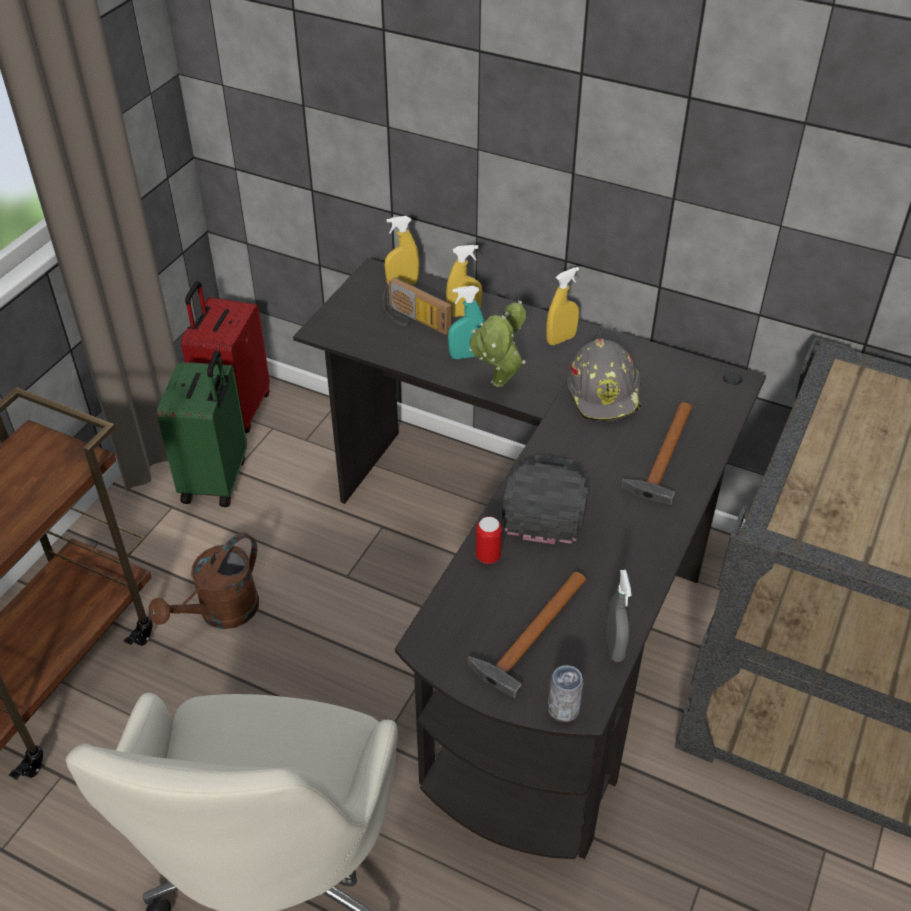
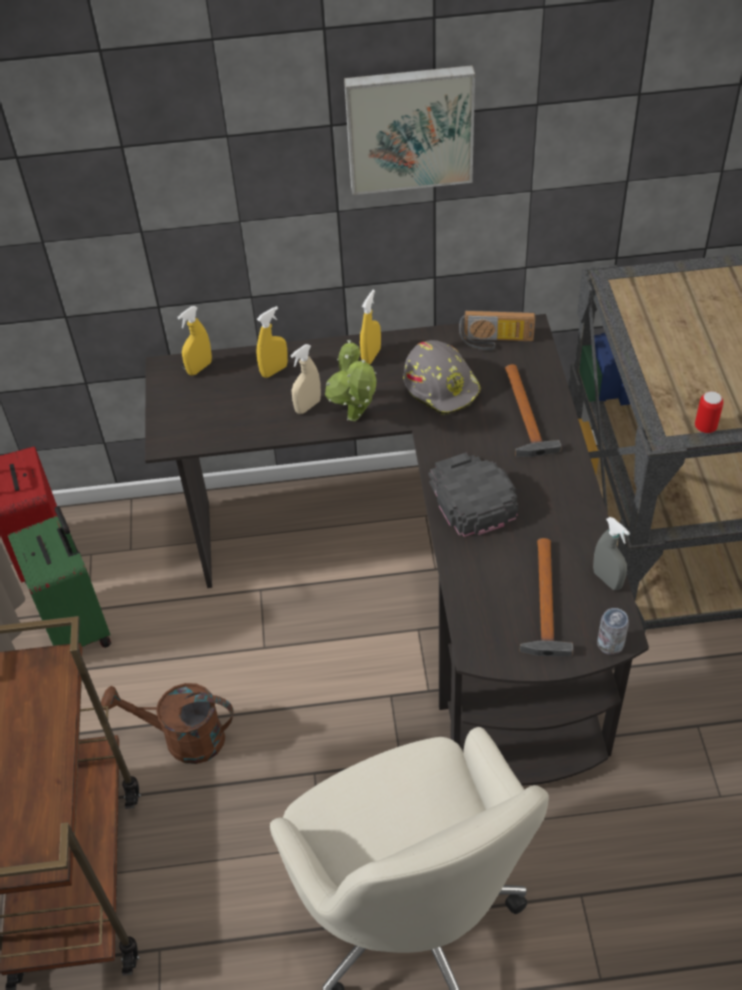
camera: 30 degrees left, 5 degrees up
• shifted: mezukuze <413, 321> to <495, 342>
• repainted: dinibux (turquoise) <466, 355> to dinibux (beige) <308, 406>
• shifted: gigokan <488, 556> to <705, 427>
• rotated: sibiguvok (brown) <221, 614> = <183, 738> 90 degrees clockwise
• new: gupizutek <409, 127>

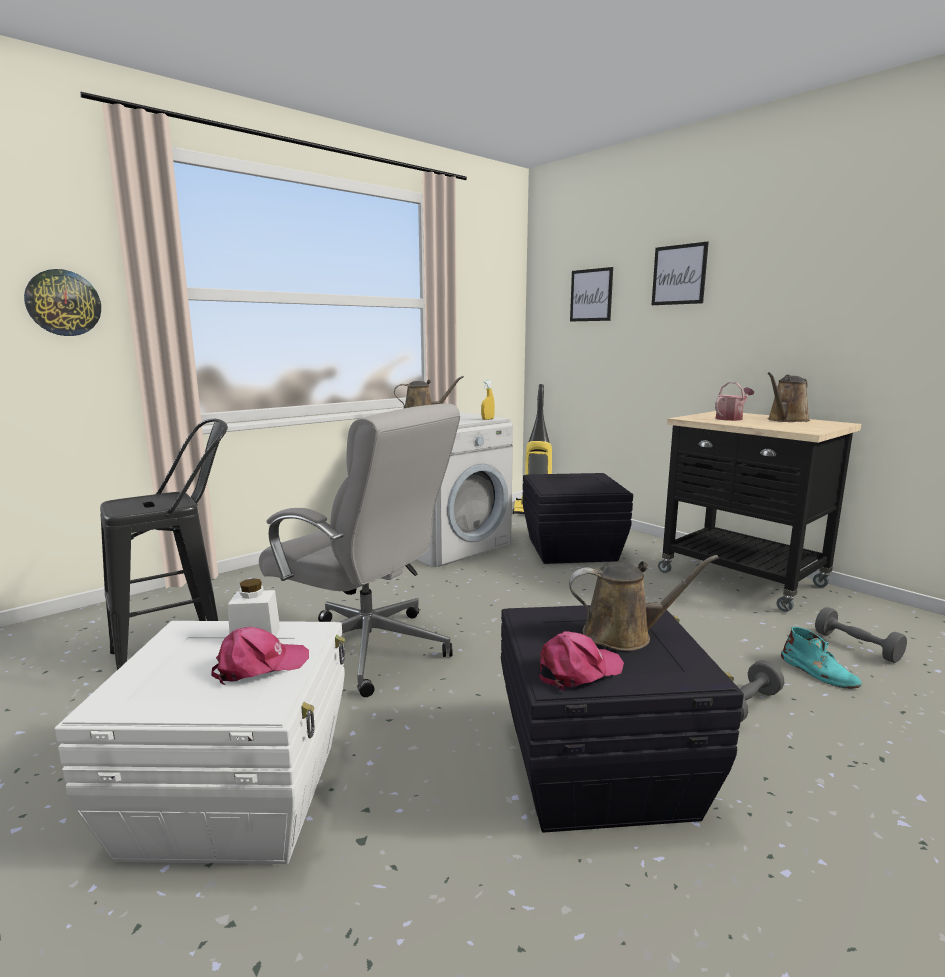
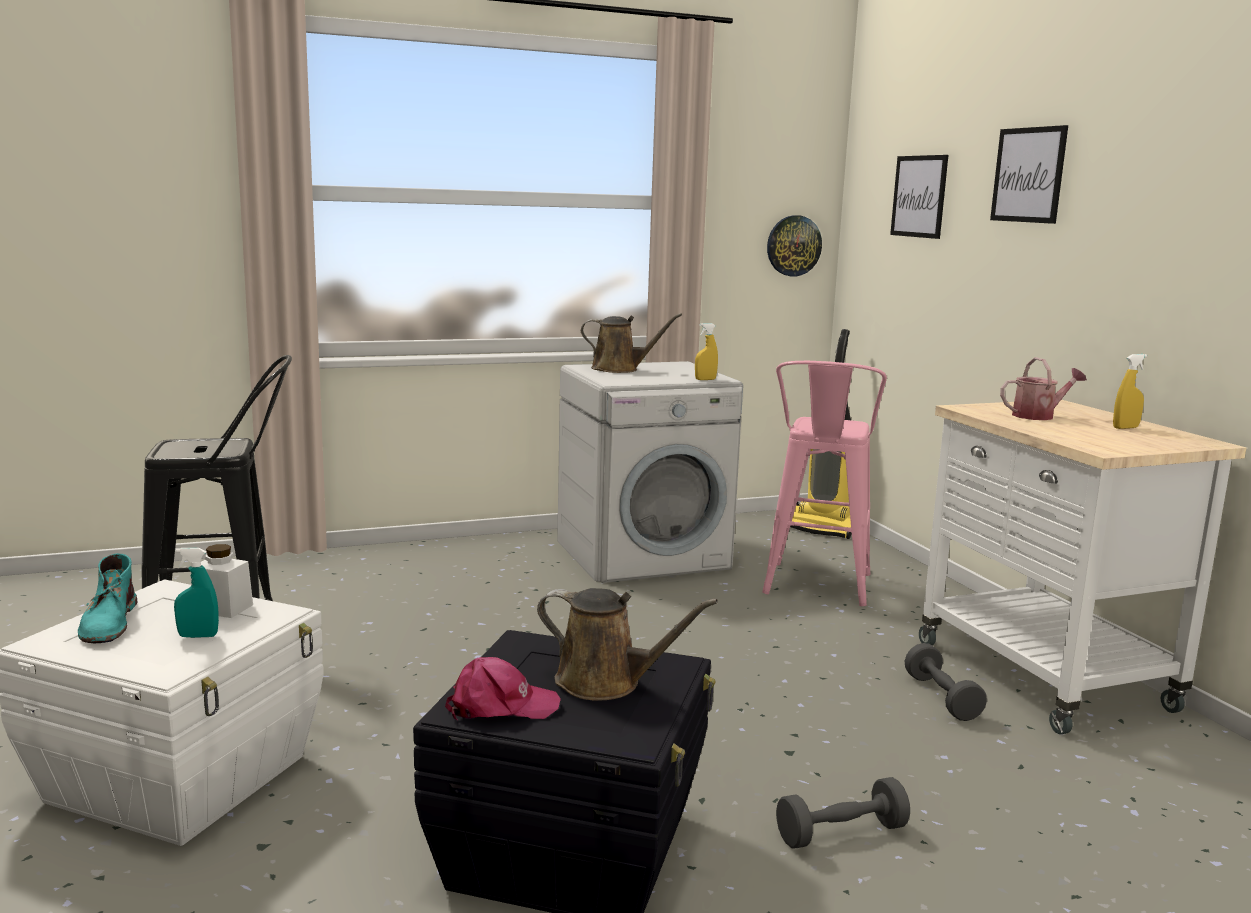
camera: 20 degrees right, 0 degrees up
• shifted: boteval <63, 303> to <793, 245>
• swapped: sibiguvok (brown) <786, 420> to dinibux (yellow) <1125, 428>
• gone: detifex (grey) <367, 648>
• repainted: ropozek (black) <742, 579> to ropozek (white) <1044, 677>
• swapped: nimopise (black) <570, 549> to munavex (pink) <815, 589>
• shifted: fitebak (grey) <856, 646> to <942, 698>
• swapped: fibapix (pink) <259, 665> to dinibux (turquoise) <198, 636>
• shifted: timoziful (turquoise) <819, 672> to <109, 623>

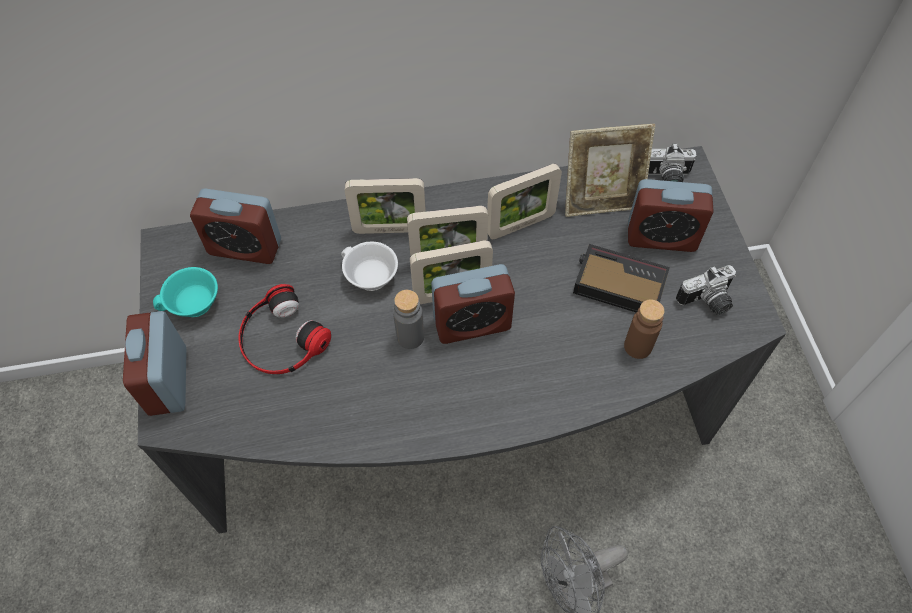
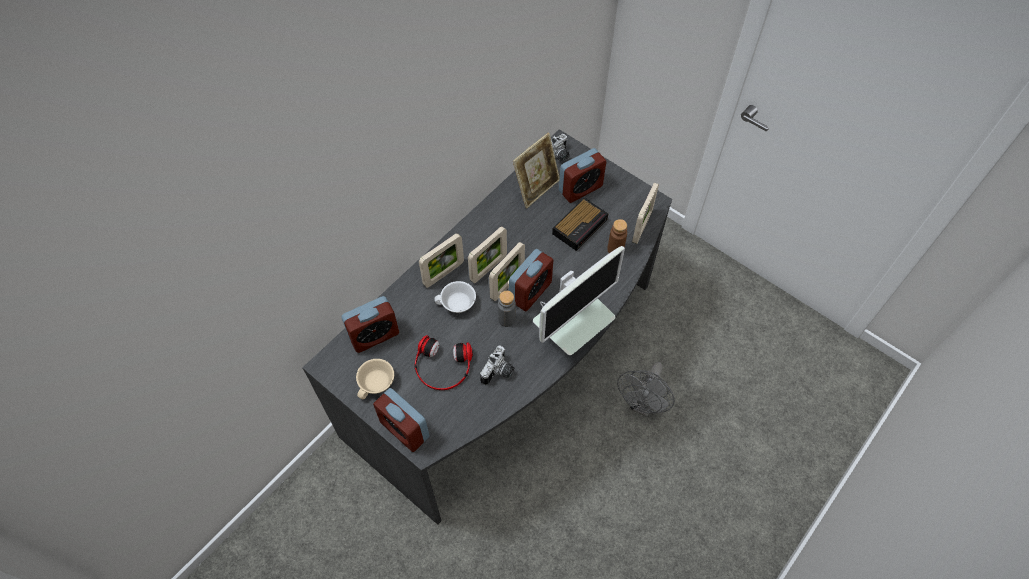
camera: 40 degrees left, 0 degrees up
• shifted: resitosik <520, 225> to <642, 227>
• rotated: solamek <617, 284> = <580, 226> 150 degrees clockwise
• shifted: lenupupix <707, 302> to <499, 372>
• repainted: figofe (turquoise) <193, 305> to figofe (beige) <377, 384>
• new: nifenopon <571, 333>

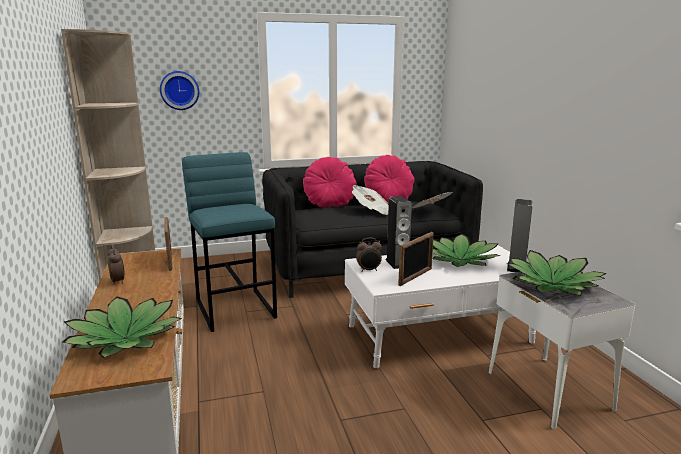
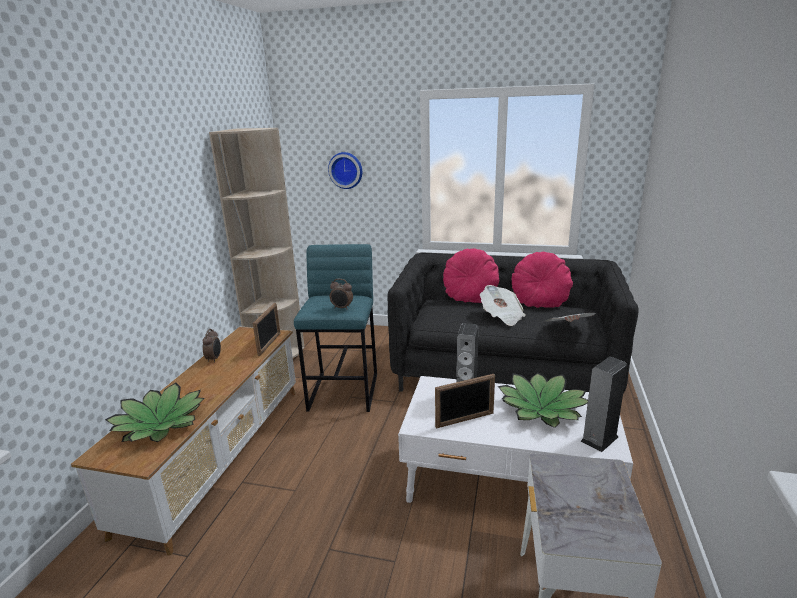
camera: 30 degrees right, 5 degrees up
• shifted: solamek <368, 270> to <342, 308>
• gone: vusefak <552, 284>

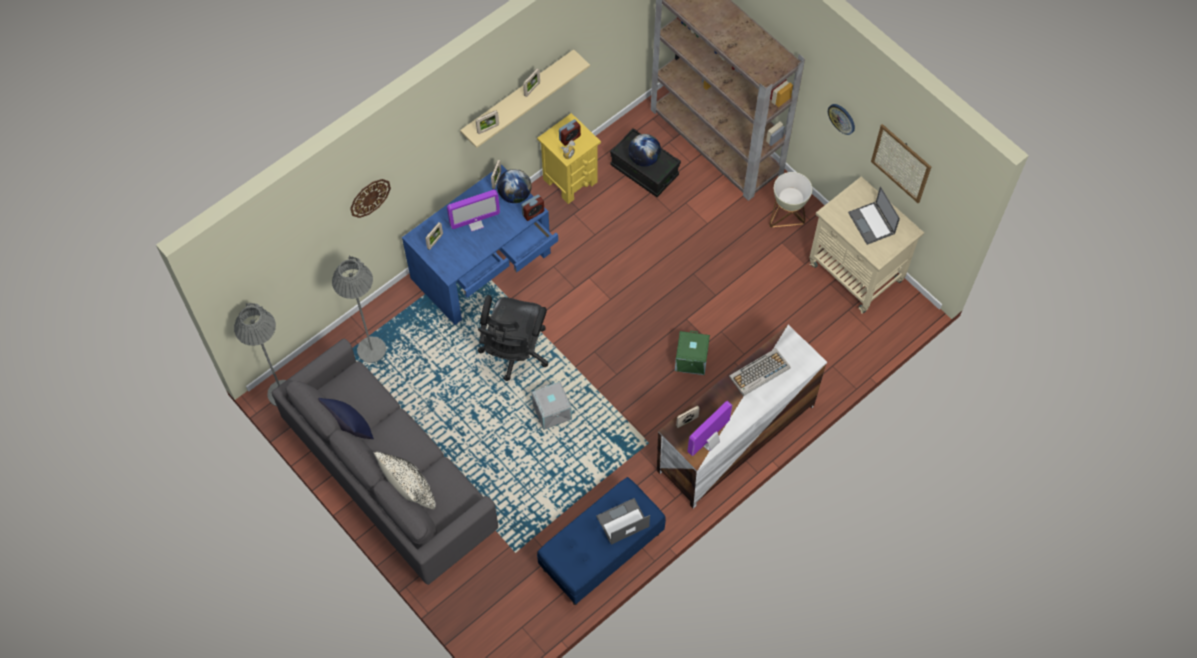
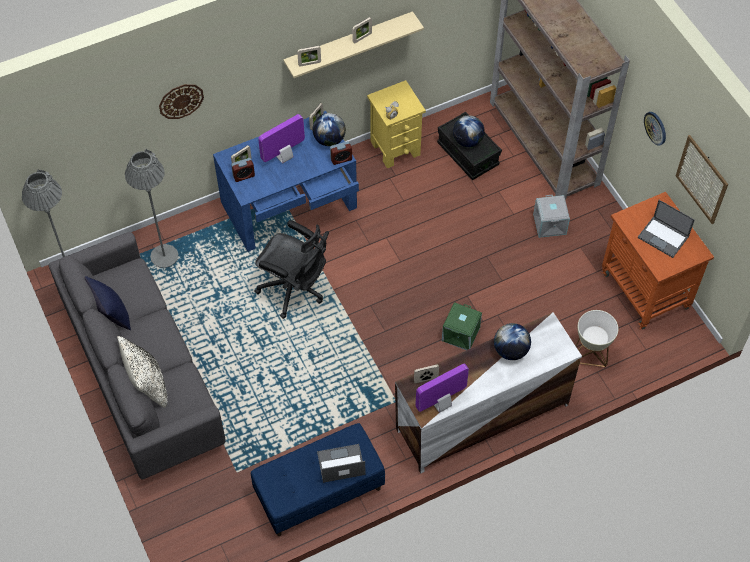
camera: 15 degrees right, 5 degrees down
• shifted: solamek <569, 138> to <243, 176>
• shifted: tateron <787, 217> to <589, 355>
• repainted: ropozek (beige) <855, 274> to ropozek (orange) <645, 291>
• rotated: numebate <872, 223> = <663, 237> 45 degrees counterclockwise
• rotated: nifenopon <475, 223> = <284, 157> 150 degrees clockwise
• rotated: detifex <514, 353> = <295, 289> 90 degrees counterclockwise
• swapped: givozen <759, 373> to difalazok <511, 350>
• shifted: nimopise (grey) <552, 412> to <550, 224>

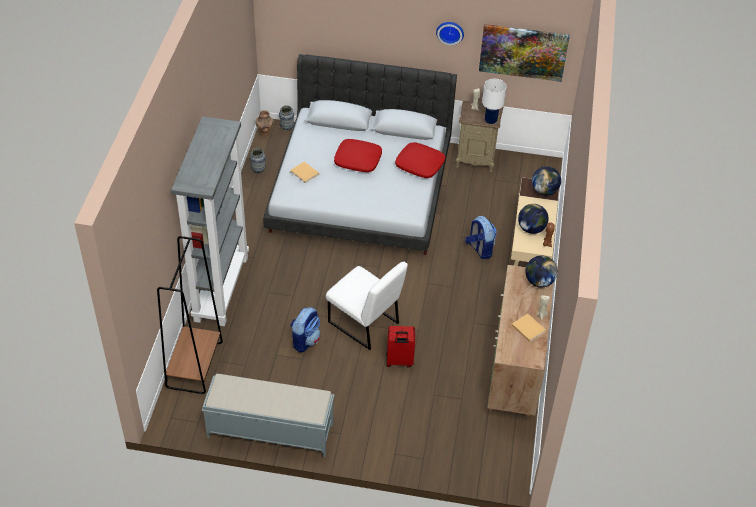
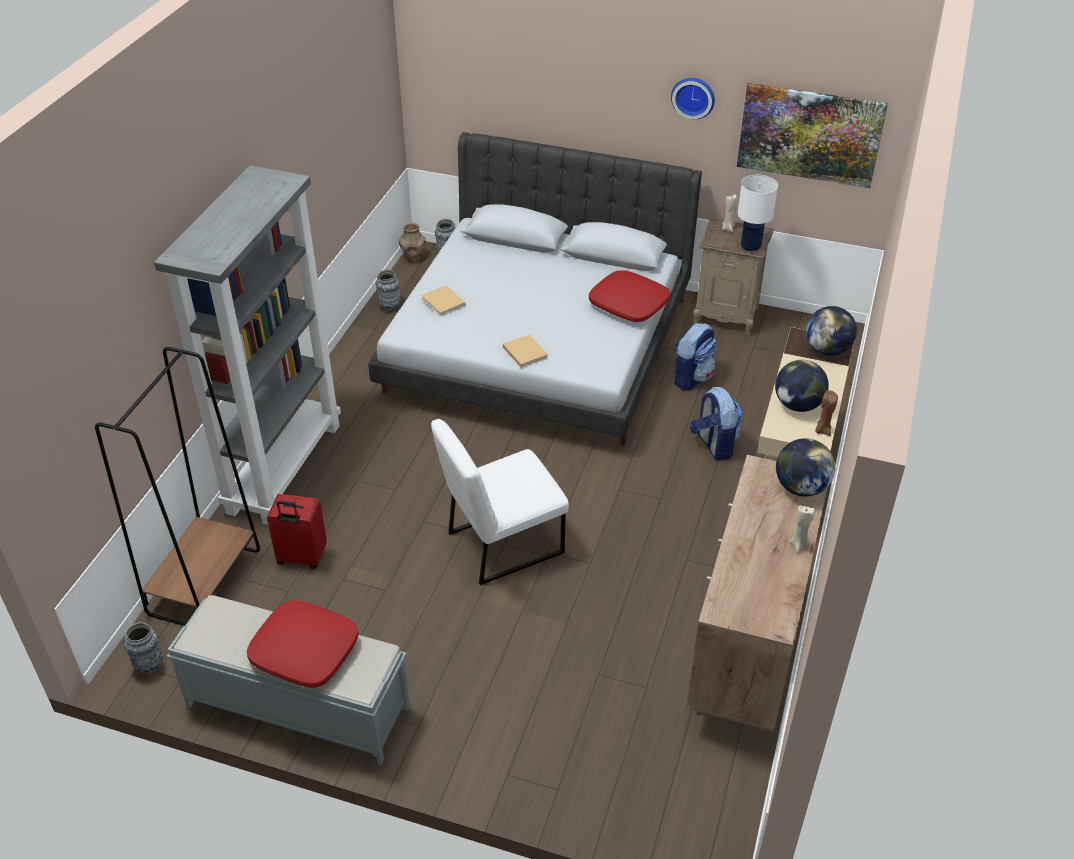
camera: 10 degrees right, 5 degrees down
• shifted: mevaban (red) <358, 160> to <305, 651>
• rotated: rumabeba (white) <364, 324> = <502, 543> 105 degrees clockwise
• shifted: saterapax <305, 340> to <692, 377>
• shifted: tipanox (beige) <527, 328> to <524, 351>
• shifted: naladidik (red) <399, 361> to <301, 558>
• new: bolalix <149, 665>

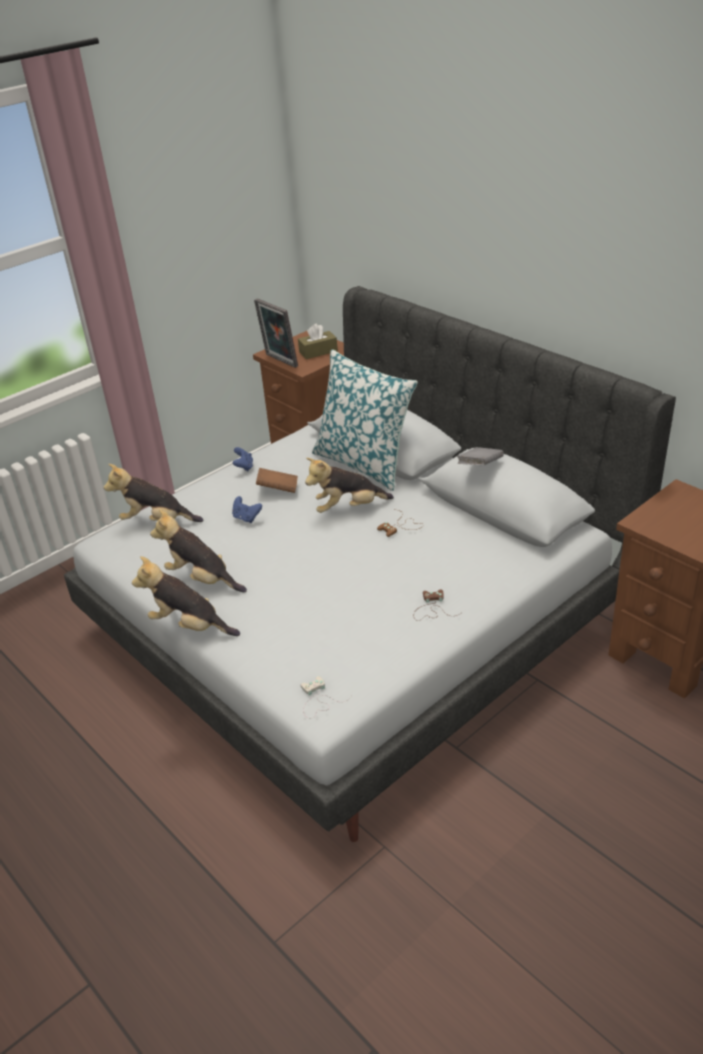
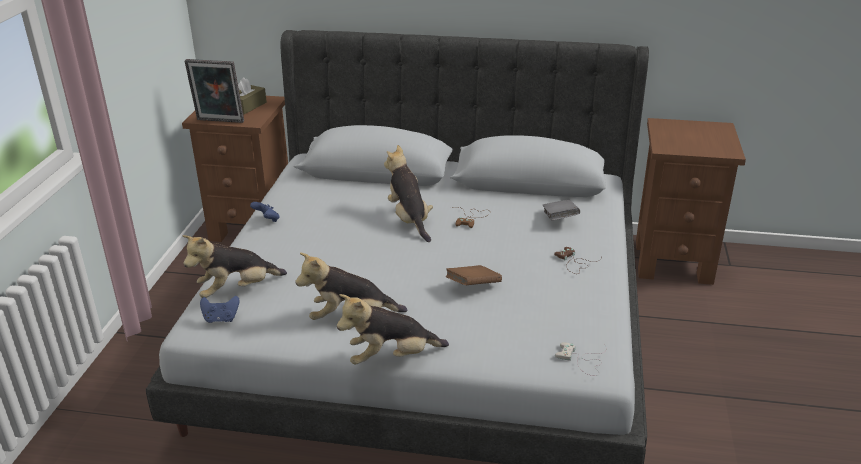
camera: 40 degrees left, 5 degrees down
• gone: mevaban <364, 463>
• shifted: tipanox (grey) <480, 466> to <560, 219>
• rotated: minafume <348, 508> = <409, 219> 120 degrees clockwise
• shifted: tipanox (brown) <278, 490> to <473, 286>
• shifted: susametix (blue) <246, 518> to <221, 319>

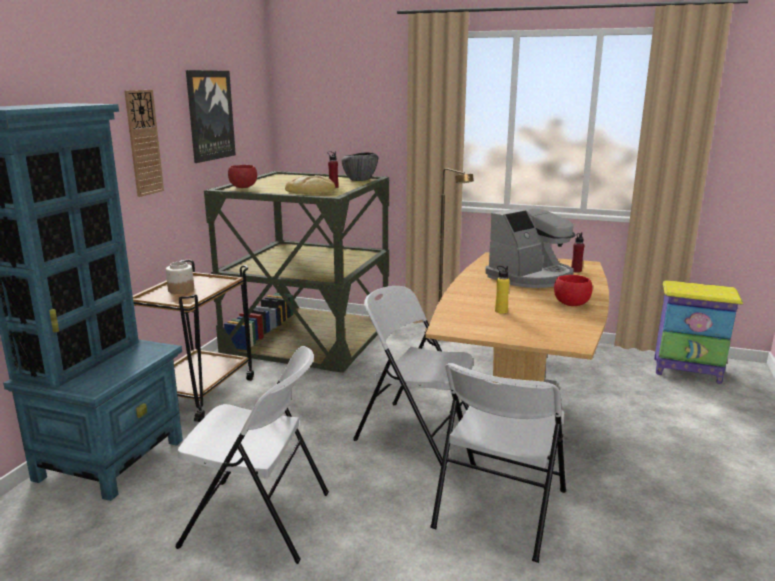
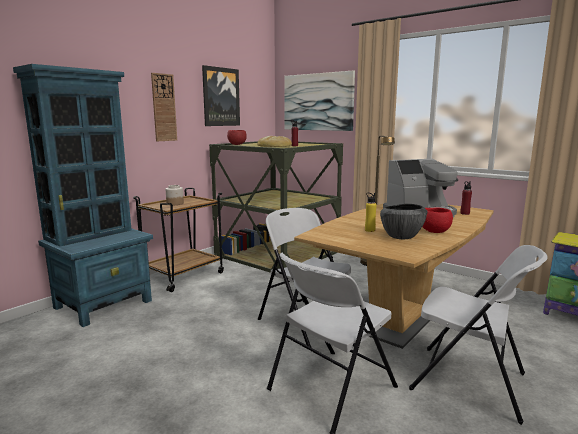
camera: 20 degrees right, 5 degrees down
• shifted: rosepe <360, 180> to <401, 237>
• shifted: rumabeba (white) <257, 519> to <468, 381>
• new: gupizutek <318, 102>

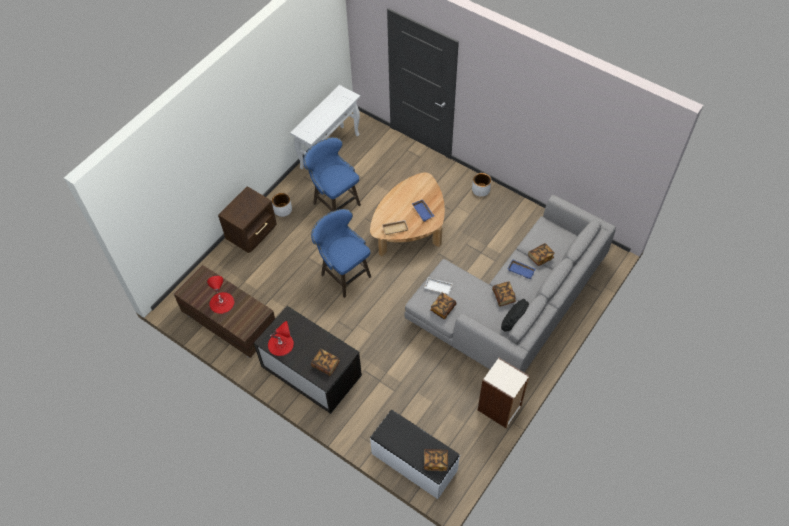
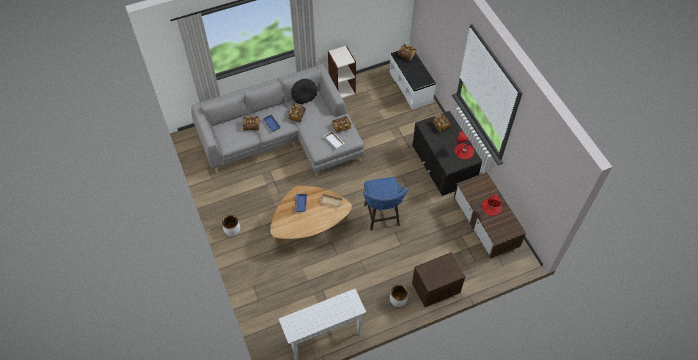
camera: 150 degrees left, 0 degrees up
• gone: munavex (blue) <335, 203>

